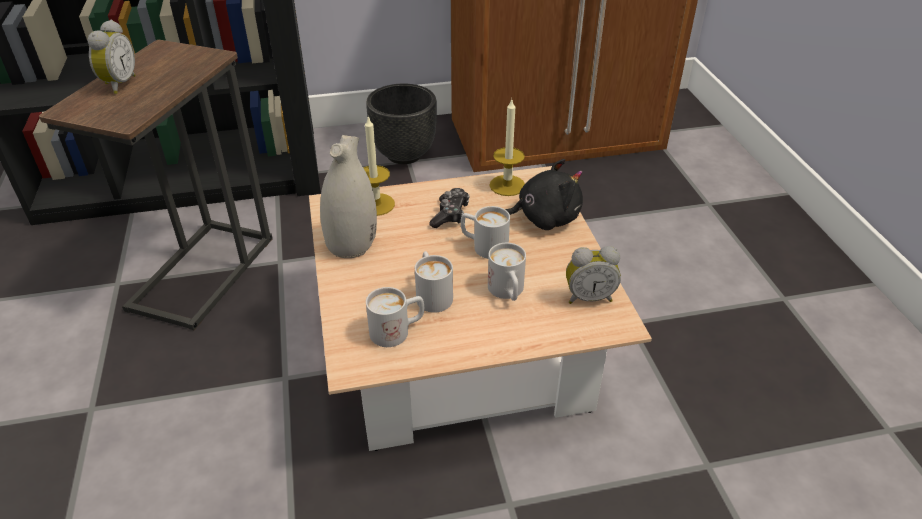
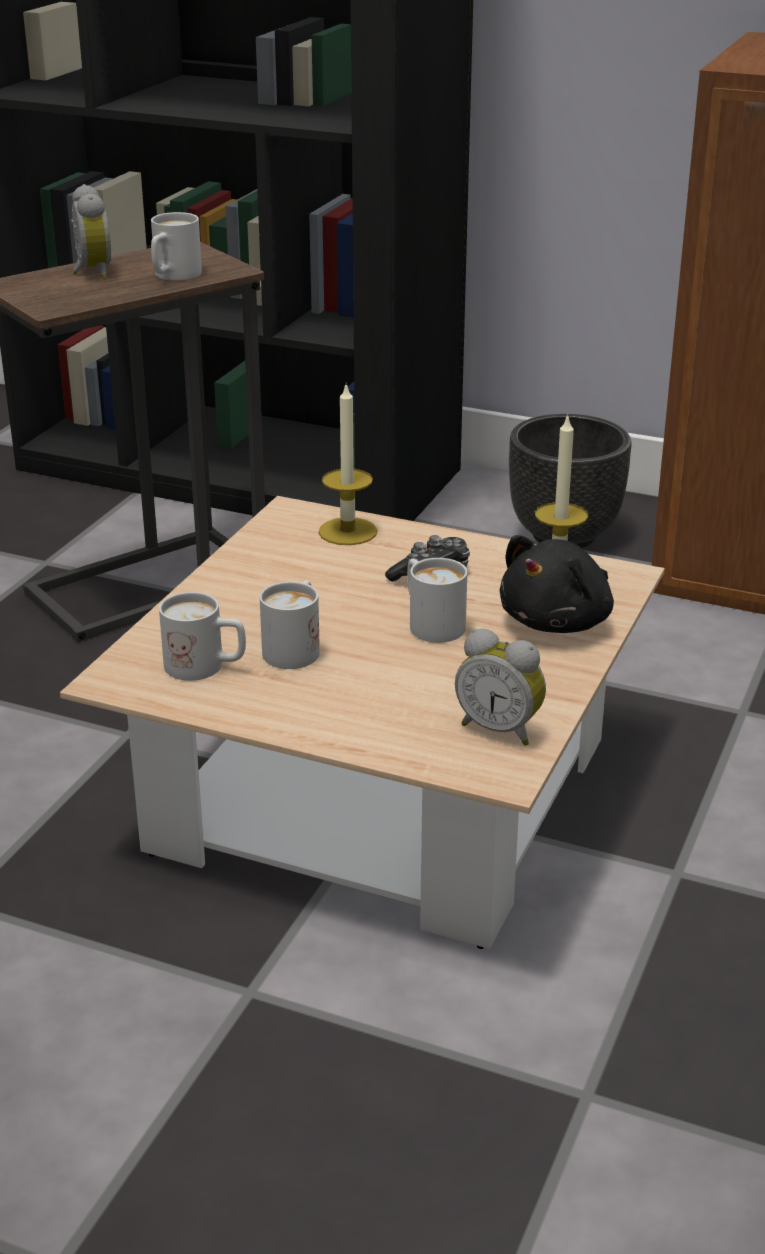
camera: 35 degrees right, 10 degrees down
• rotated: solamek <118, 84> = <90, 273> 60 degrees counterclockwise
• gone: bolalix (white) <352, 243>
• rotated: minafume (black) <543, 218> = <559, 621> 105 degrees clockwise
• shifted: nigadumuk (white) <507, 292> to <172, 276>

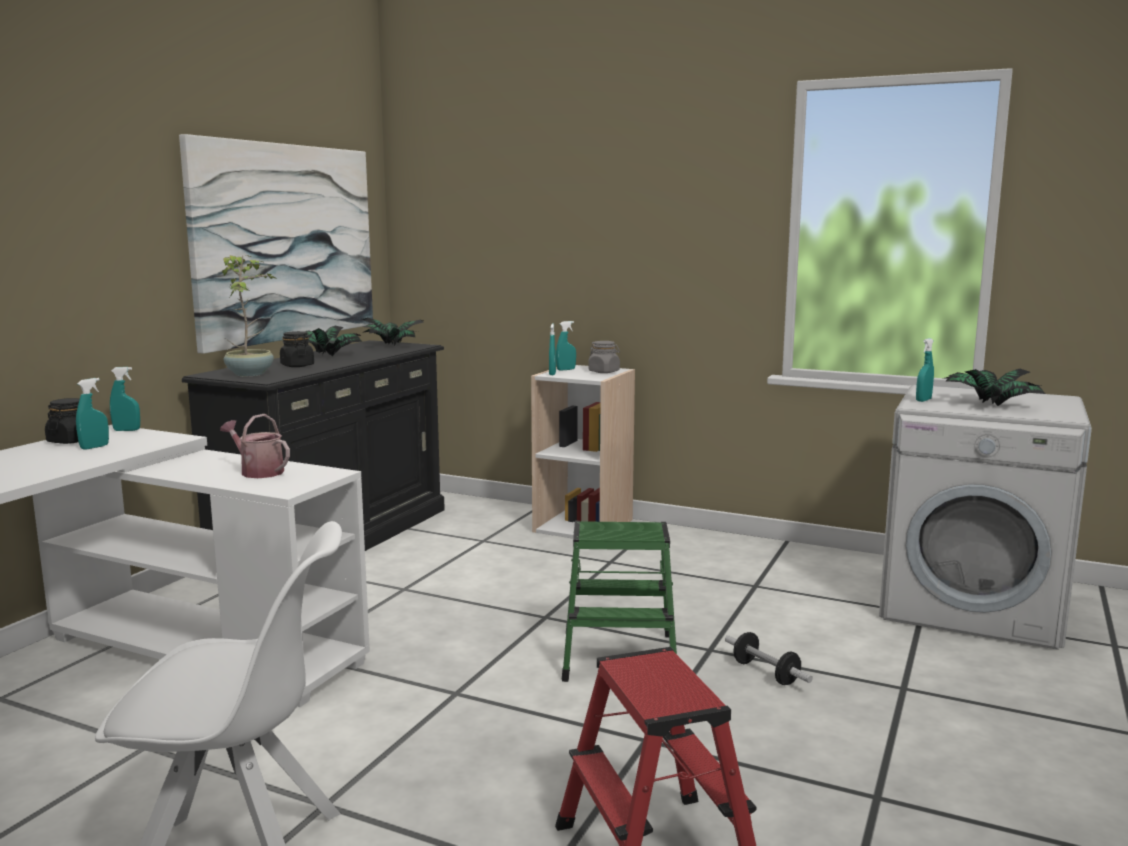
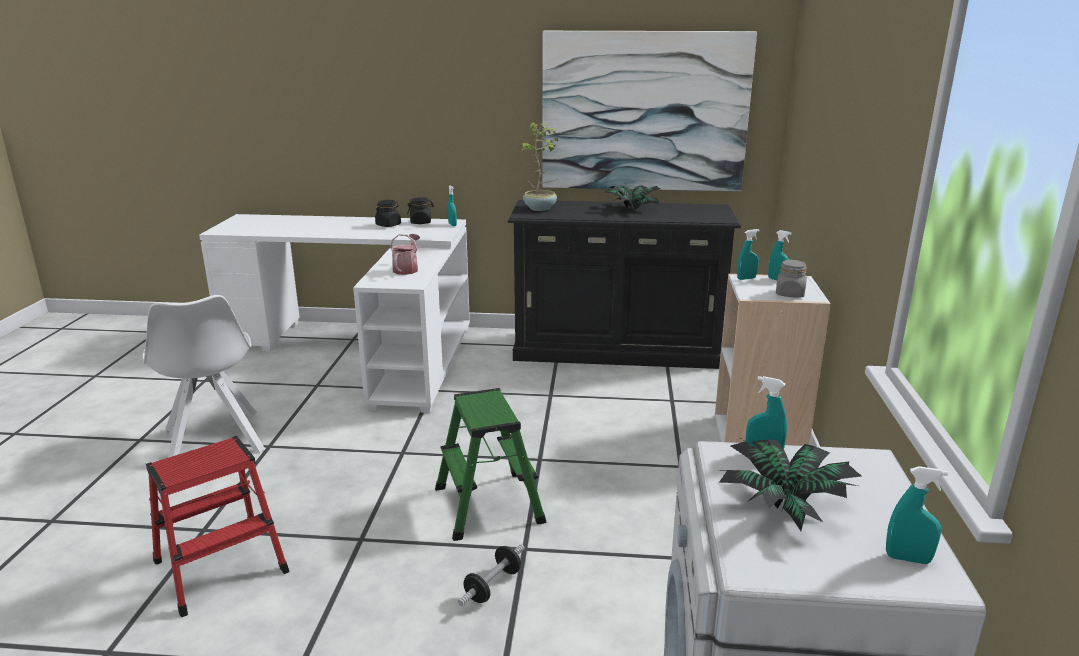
camera: 70 degrees right, 10 degrees up
• gone: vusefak <393, 345>
• shifted: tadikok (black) <297, 365> to <388, 225>
• shifted: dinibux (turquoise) <94, 447> to <908, 558>

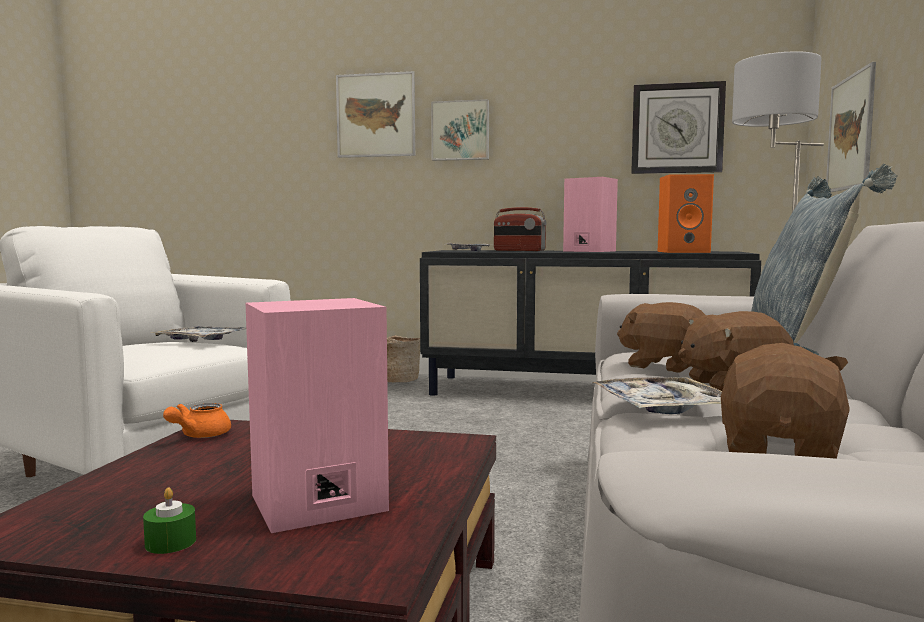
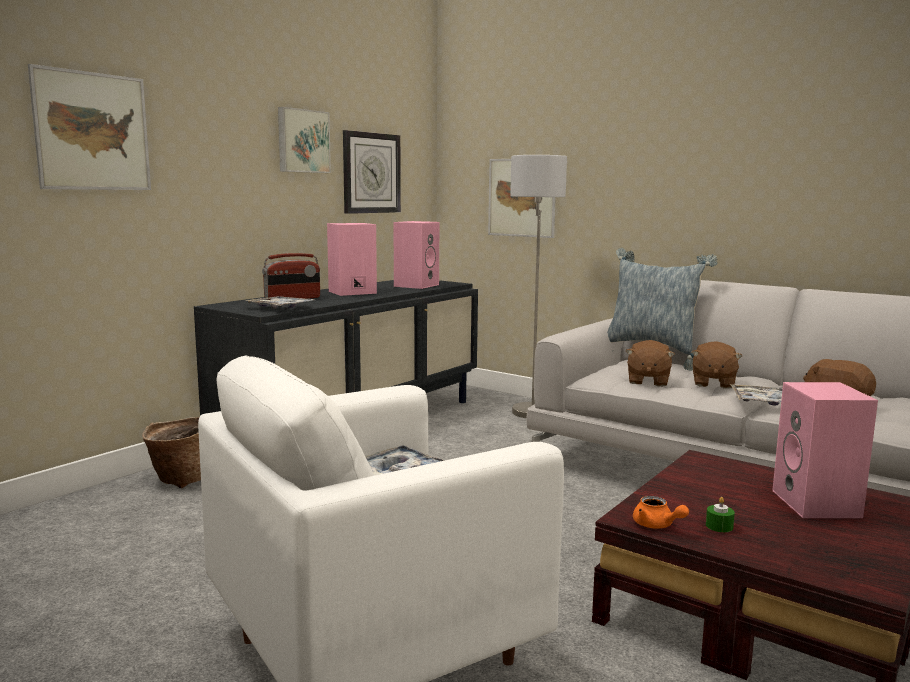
camera: 65 degrees left, 5 degrees up
• shifted: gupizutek <460, 131> to <302, 141>
• repainted: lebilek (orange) <684, 252> to lebilek (pink) <416, 285>
• rotated: minafume (brown) <664, 366> = <647, 381> 45 degrees counterclockwise
• shifted: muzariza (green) <170, 542> to <719, 526>

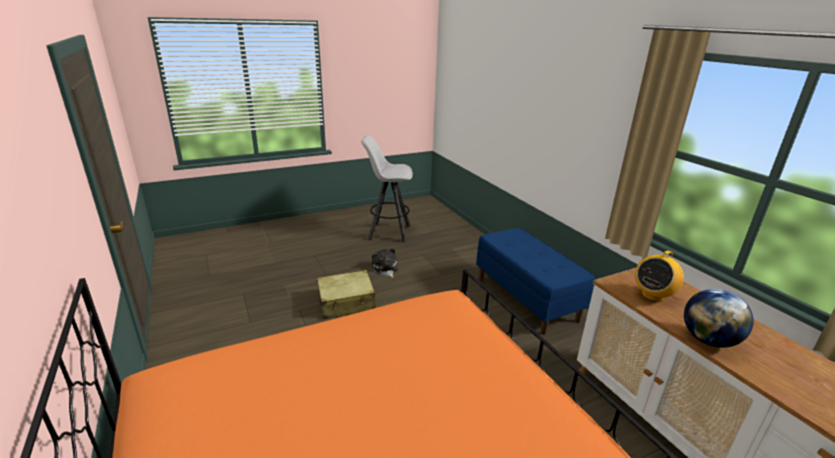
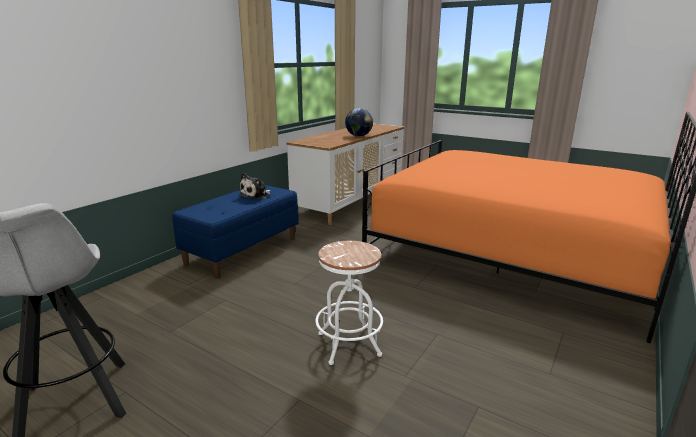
camera: 120 degrees left, 5 degrees down
• shifted: minafume <385, 269> to <256, 195>
• gone: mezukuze <652, 295>
• swapped: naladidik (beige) <346, 302> to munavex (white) <349, 344>

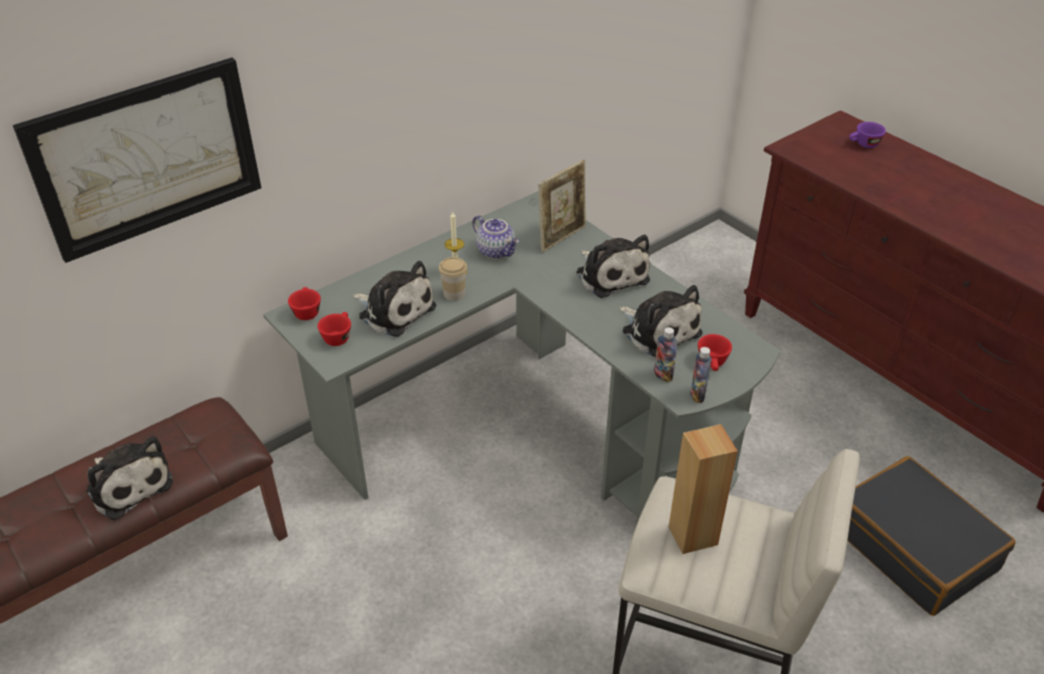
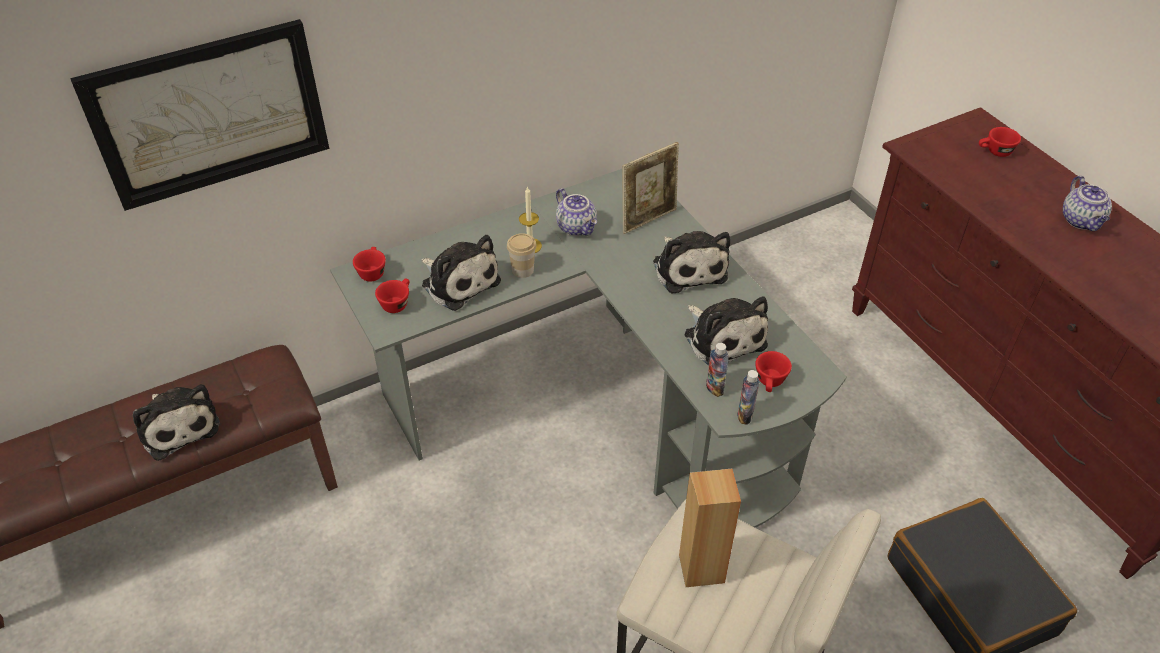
camera: 10 degrees right, 5 degrees up
• repainted: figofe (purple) <863, 145> to figofe (red) <995, 152>
• new: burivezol <1082, 221>

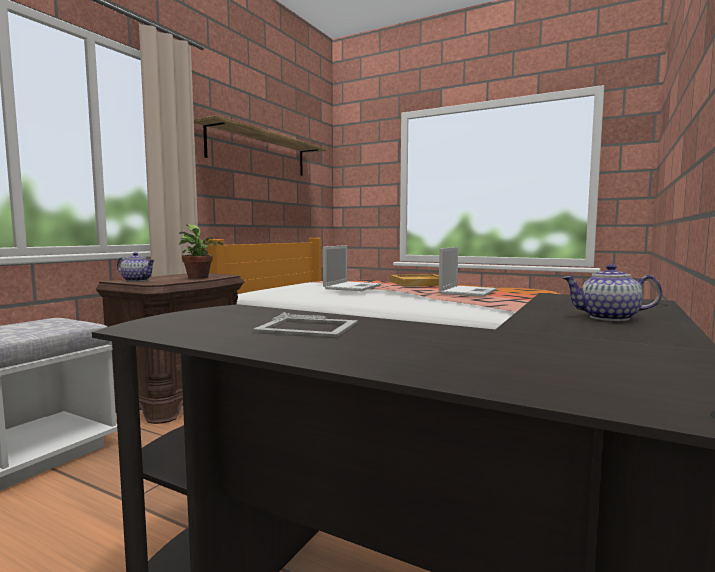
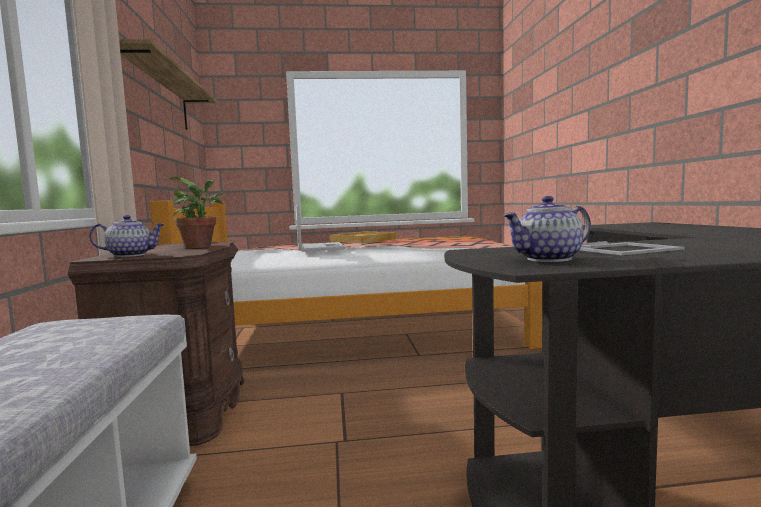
camera: 35 degrees left, 0 degrees up
• gone: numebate <468, 292>
• shifted: burivezol <608, 318> to <548, 259>

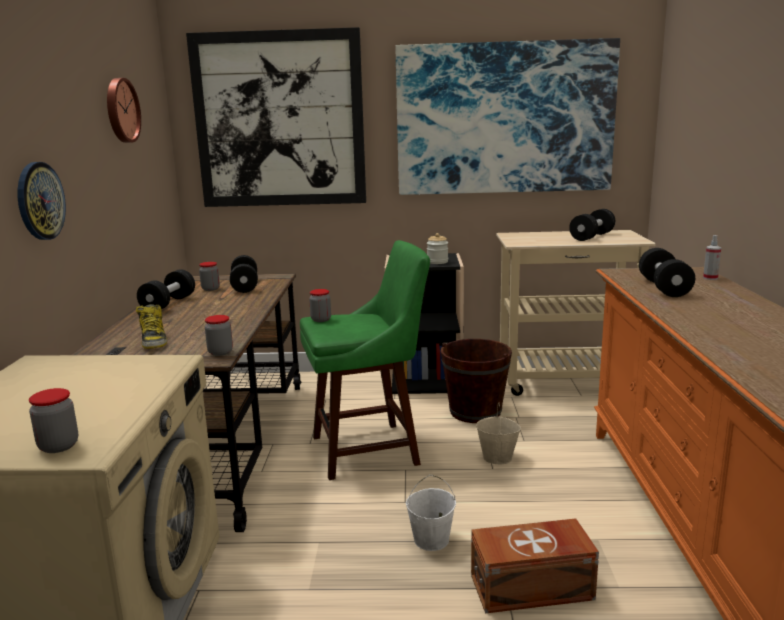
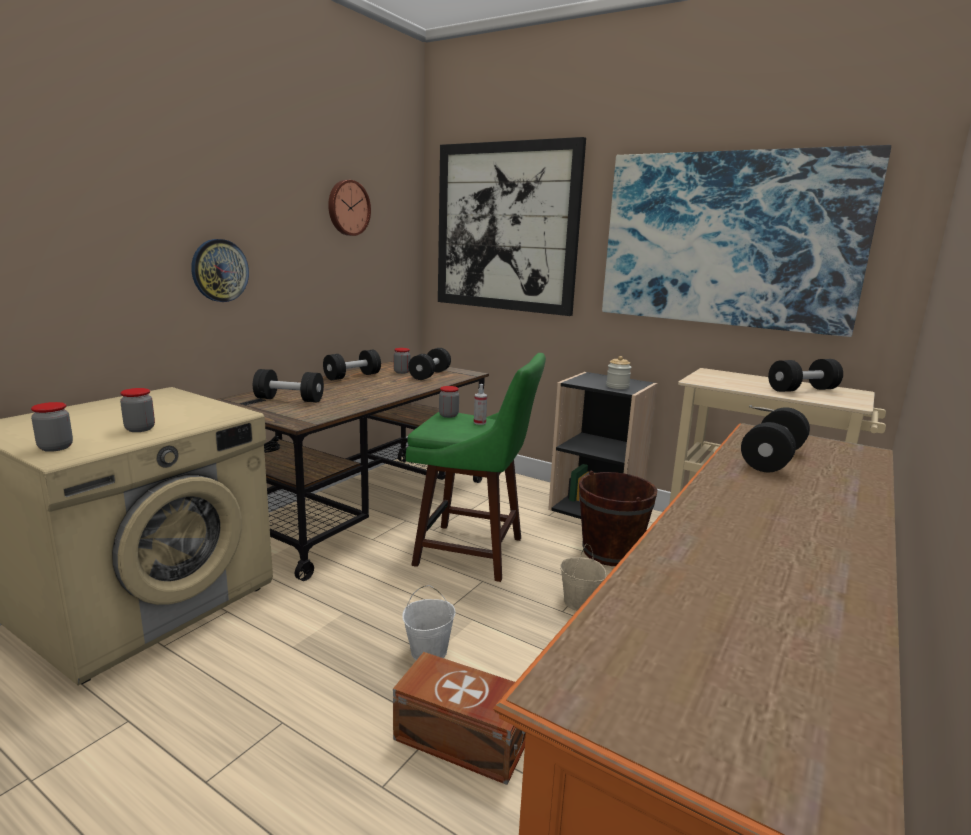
camera: 30 degrees right, 0 degrees up
• shifted: dinibux <710, 278> to <479, 423>
• swapped: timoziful <153, 340> to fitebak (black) <289, 400>
• shifted: tadikok <220, 352> to <140, 429>

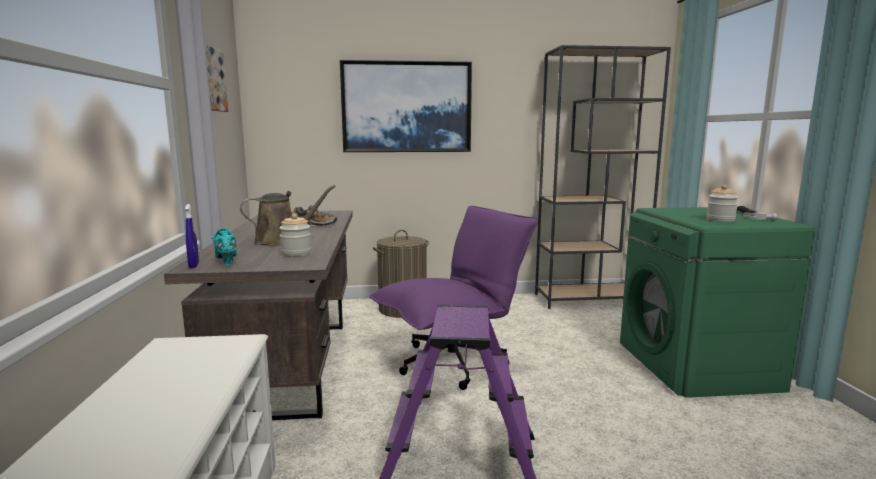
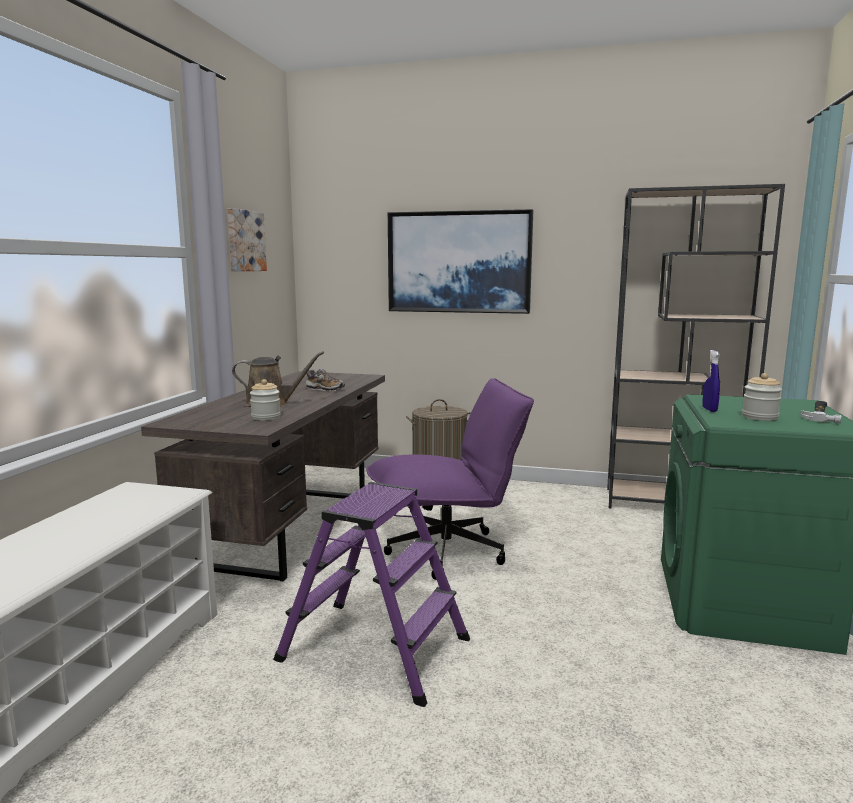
camera: 20 degrees right, 0 degrees up
• shifted: dinibux (blue) <194, 265> to <709, 410>
• gone: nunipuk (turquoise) <226, 261>

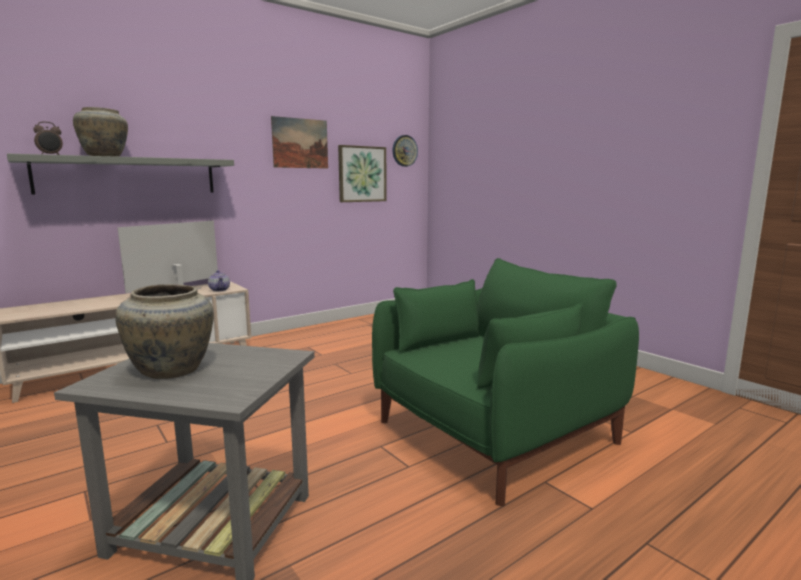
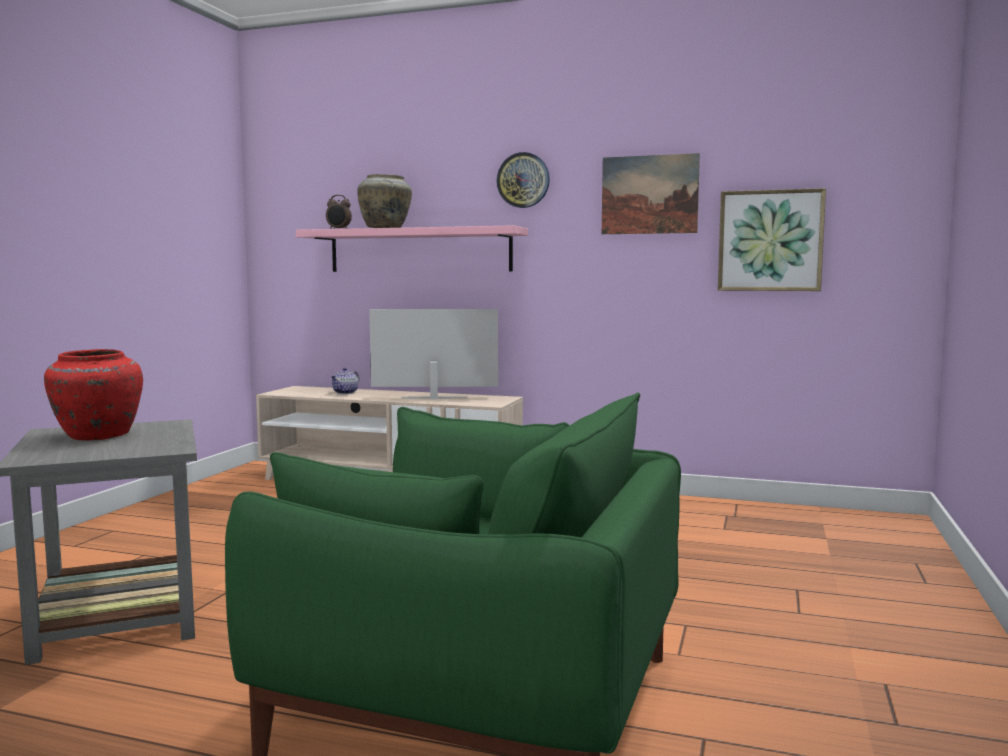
camera: 55 degrees right, 5 degrees down
• shifted: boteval <404, 151> to <523, 180>
• repainted: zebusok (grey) <129, 176> to zebusok (pink) <419, 250>
• shifted: burivezol <219, 290> to <345, 392>
• repainted: bolalix (beige) <171, 371> to bolalix (red) <96, 436>

